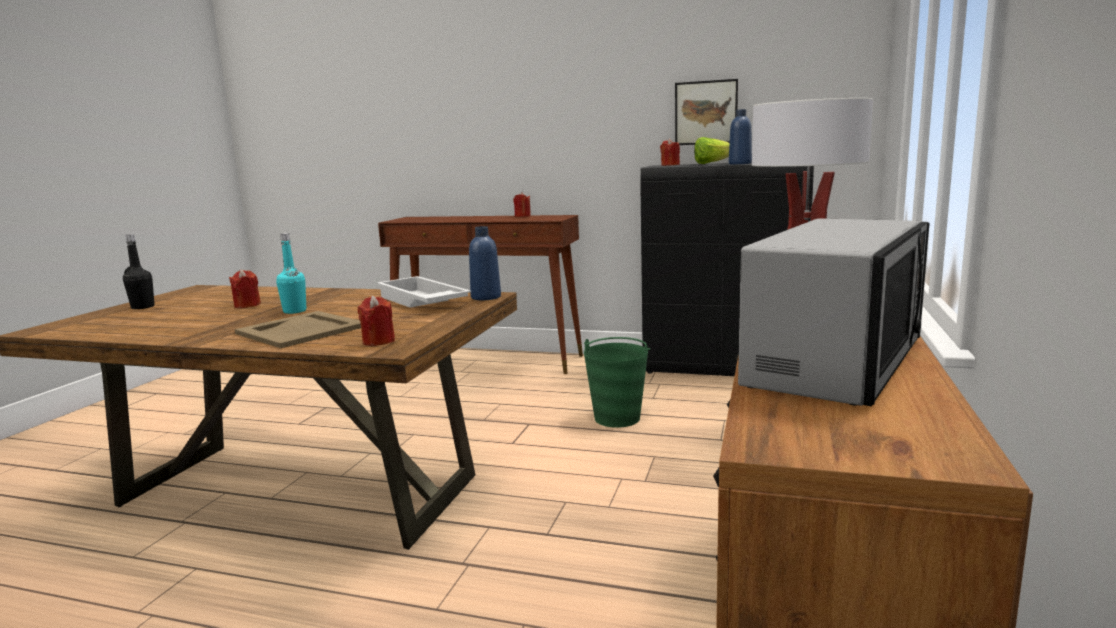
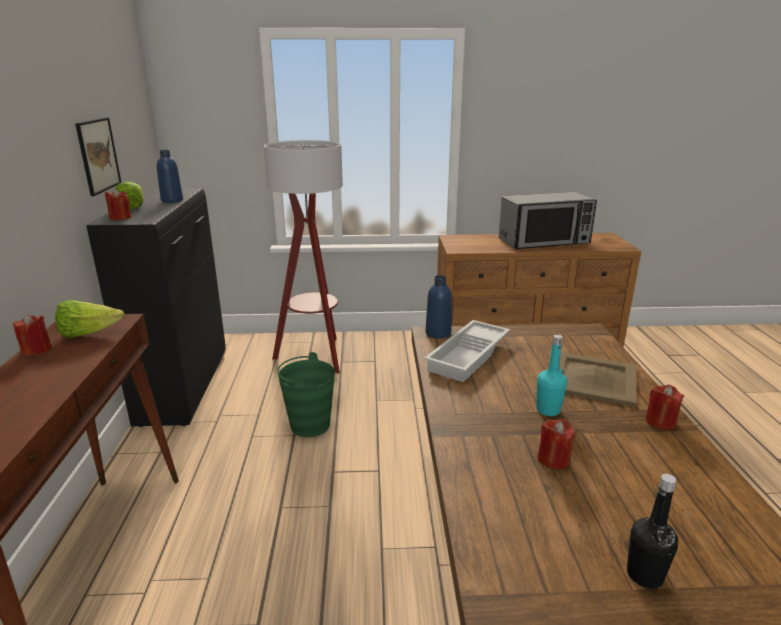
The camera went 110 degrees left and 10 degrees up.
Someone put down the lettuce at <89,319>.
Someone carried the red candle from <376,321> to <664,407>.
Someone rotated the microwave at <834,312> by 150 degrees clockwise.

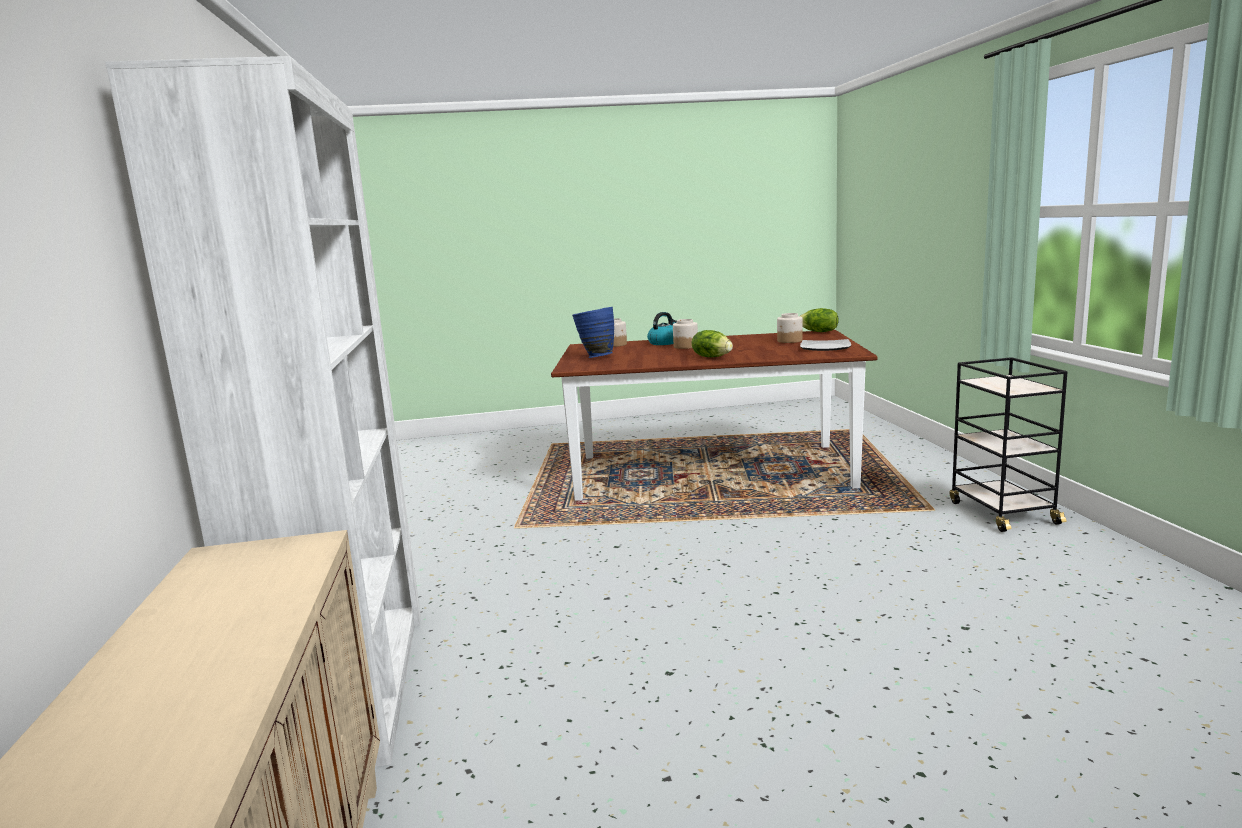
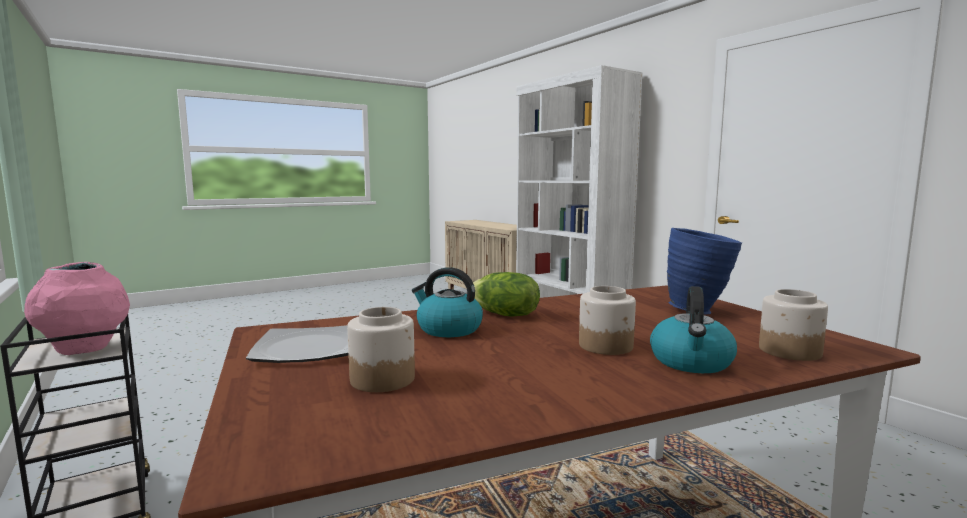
The camera went 155 degrees right and 5 degrees down.
Someone took away the lettuce at <819,320>.
Someone put down the pink vase at <77,308>.
Someone put down the kettle at <447,302>.

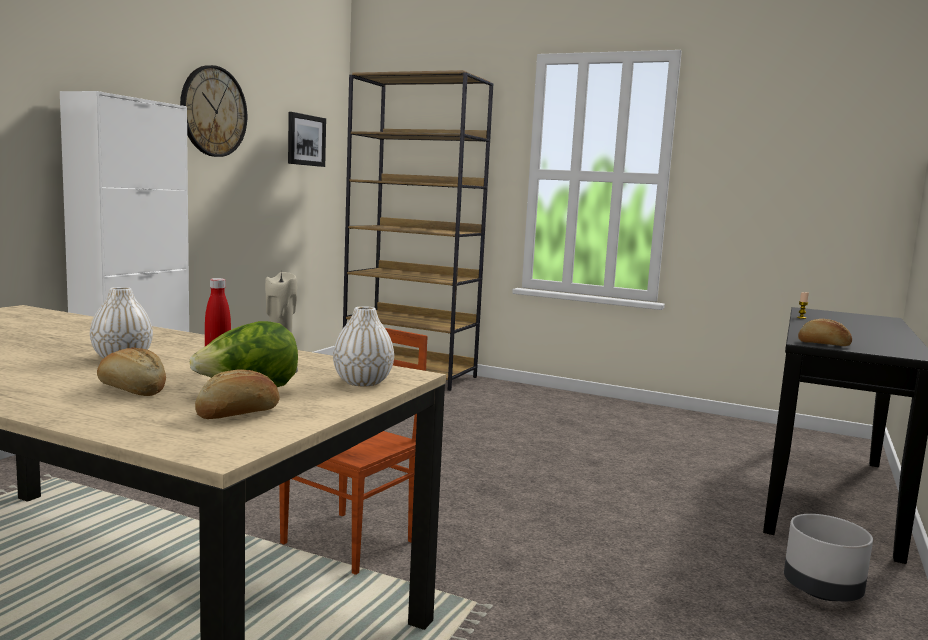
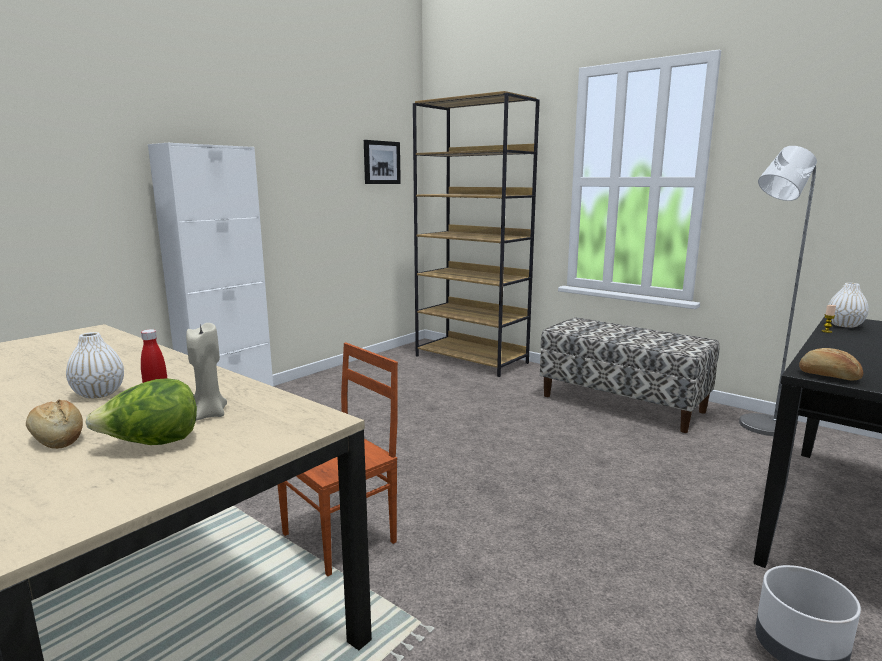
The camera went 15 degrees right and 5 degrees up.
Someone took away the wall clock at <213,111>.
Someone took away the bread at <237,394>.
Someone put down the bench at <629,375>.
Someone put down the grey floor lamp at <778,291>.
Someone carried the white vase from <363,346> to <848,305>.

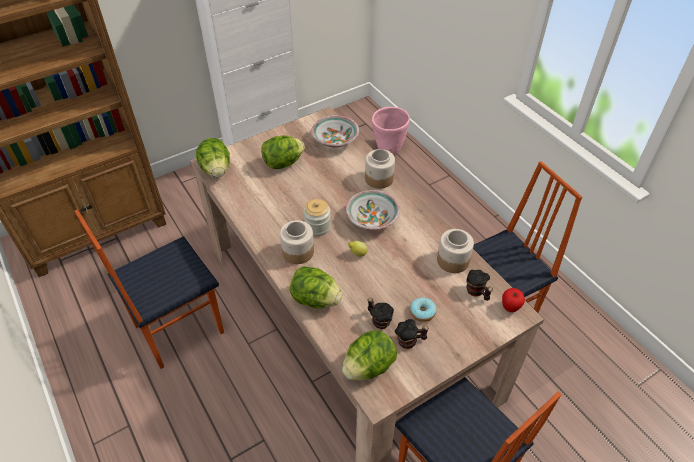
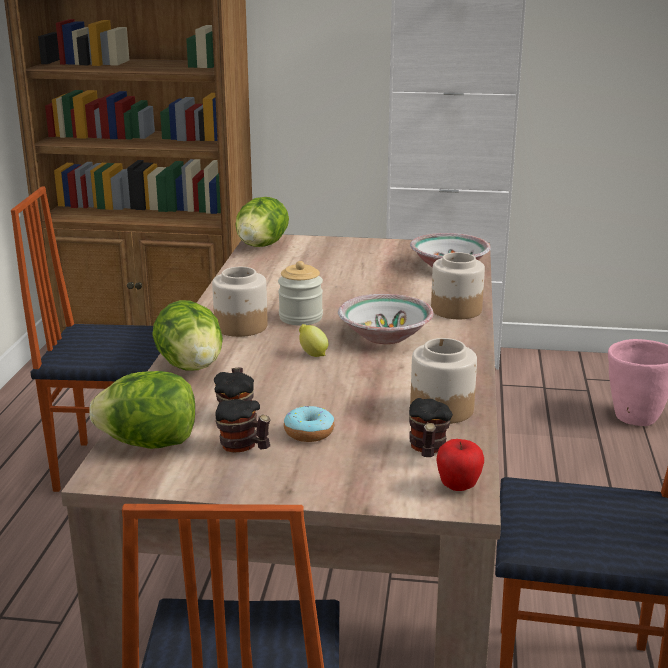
The camera went 40 degrees right and 25 degrees down.
Someone took away the lettuce at <283,152>.

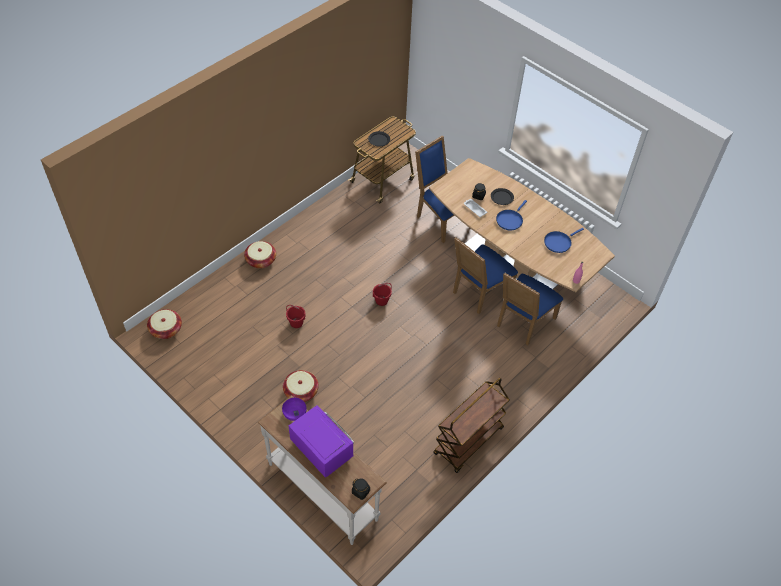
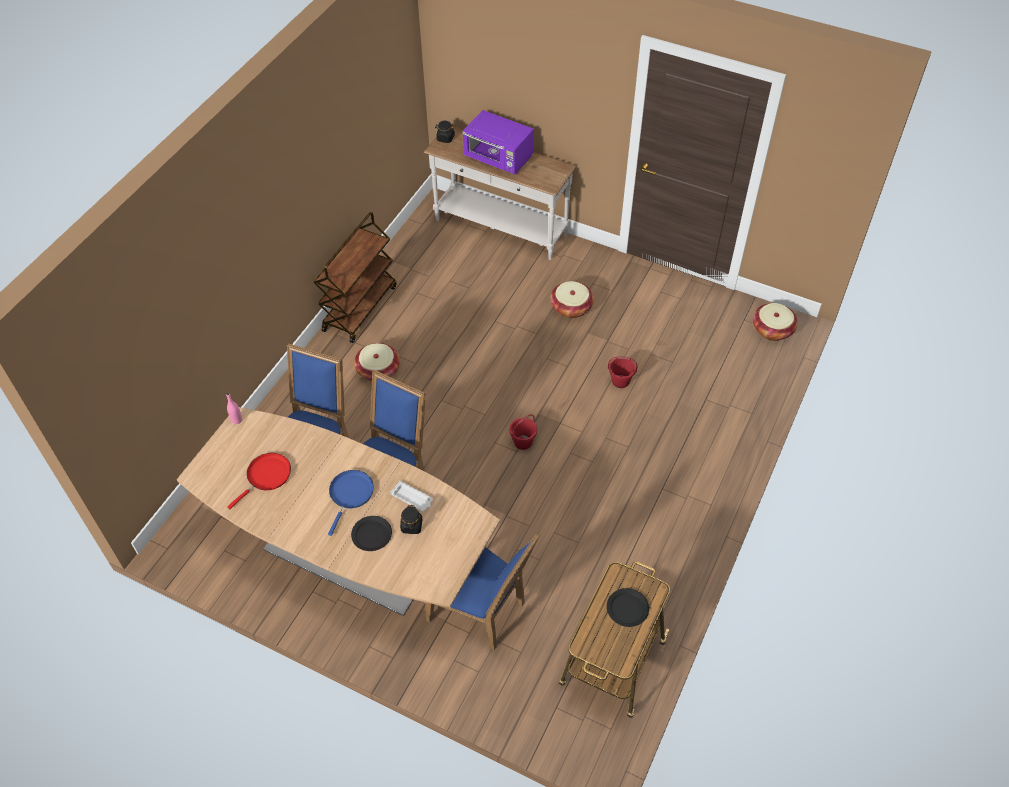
The camera went 165 degrees right and 0 degrees up.
Someone took away the purple bowl at <294,409>.
Someone carried the basket from <260,255> to <377,362>.
Someone repainted the blue frying pan at <564,240>, which became the red frying pan at <259,481>.

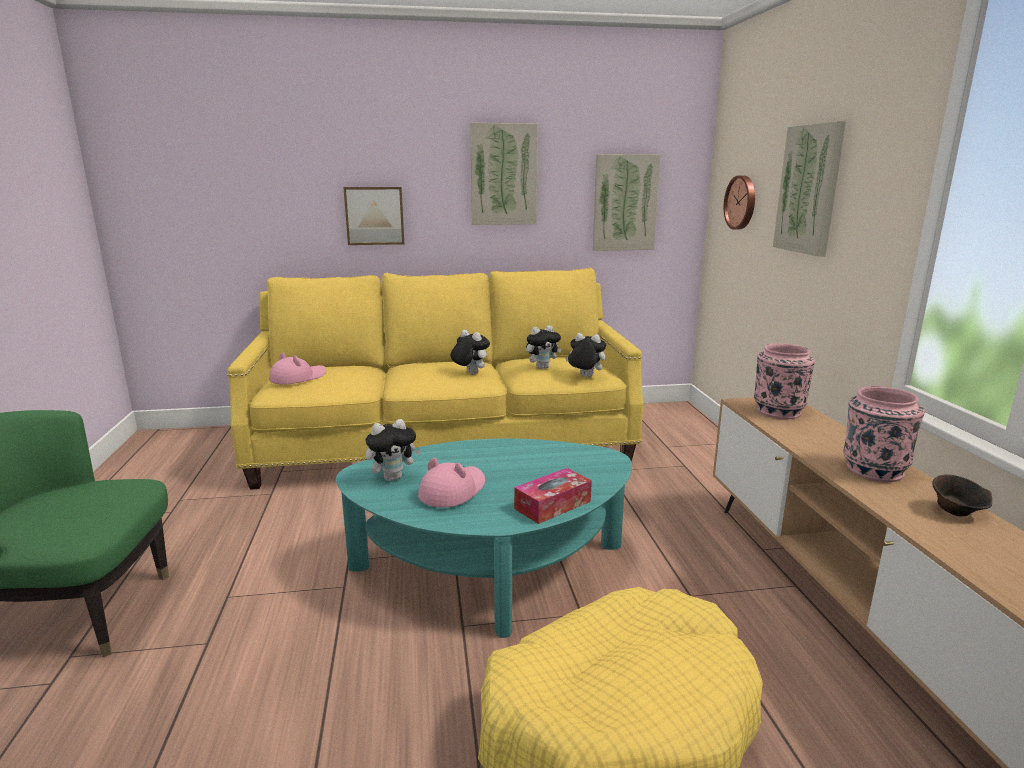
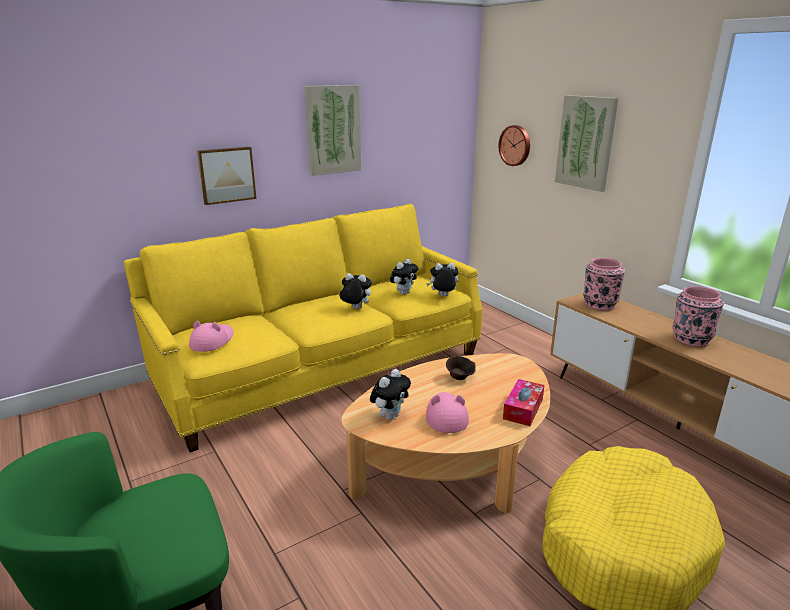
The camera went 25 degrees left and 5 degrees up.
Someone took away the picture at <627,202>.
Someone carried the brown bowl from <962,495> to <461,368>.
Someone repainted the turquoise coffee table at <484,538>, which became the beige coffee table at <445,433>.

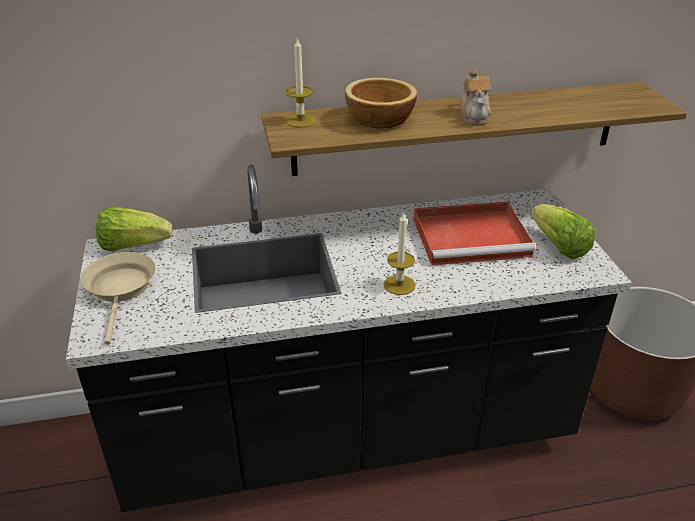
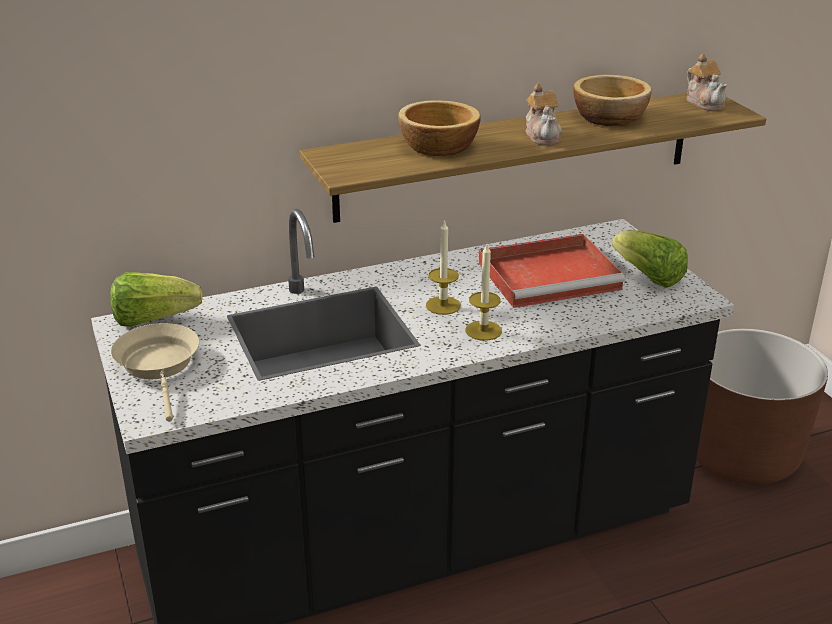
The camera went 10 degrees left and 5 degrees down.
Someone put down the bowl at <612,100>.
Someone put down the teapot at <706,82>.
Someone carried the candle from <300,82> to <443,267>.

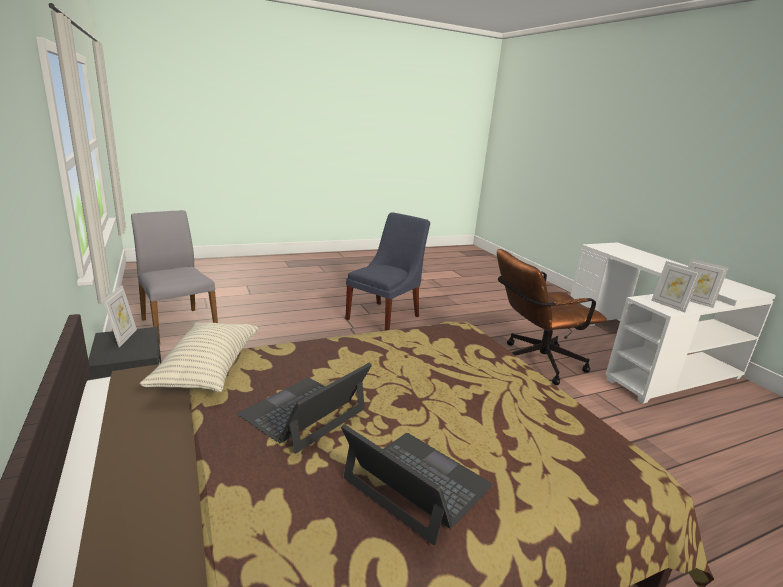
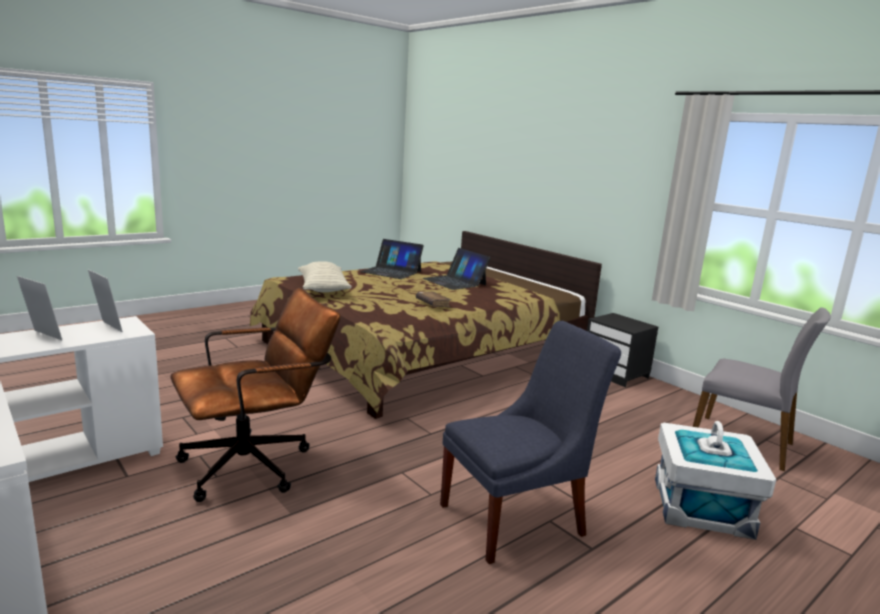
The camera went 165 degrees right and 5 degrees down.
Someone took away the picture frame at <120,316>.
Someone put down the brown book at <434,299>.
Someone put down the white storage box at <715,480>.
Someone carried the pillow from <199,357> to <325,276>.
Someone rotated the laptop at <304,408> by 120 degrees clockwise.
Someone rotated the blue chair at <387,271> by 135 degrees counterclockwise.

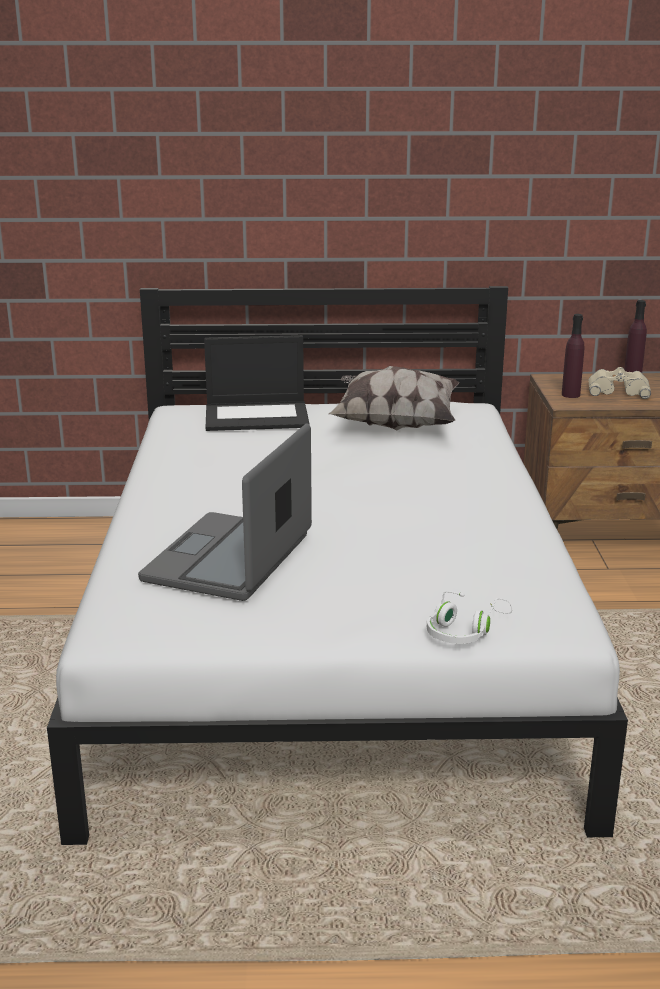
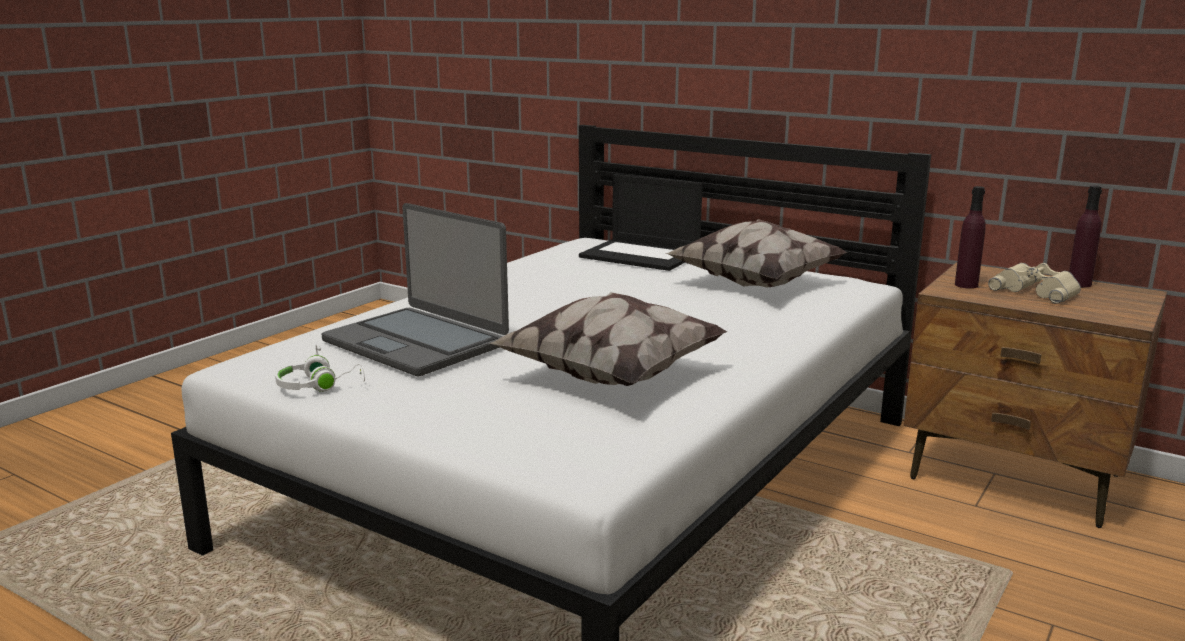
The camera went 35 degrees right and 5 degrees down.
Someone put down the pillow at <608,339>.
Someone carried the white headphones from <469,617> to <320,368>.
Someone rotated the laptop at <225,512> by 105 degrees counterclockwise.

